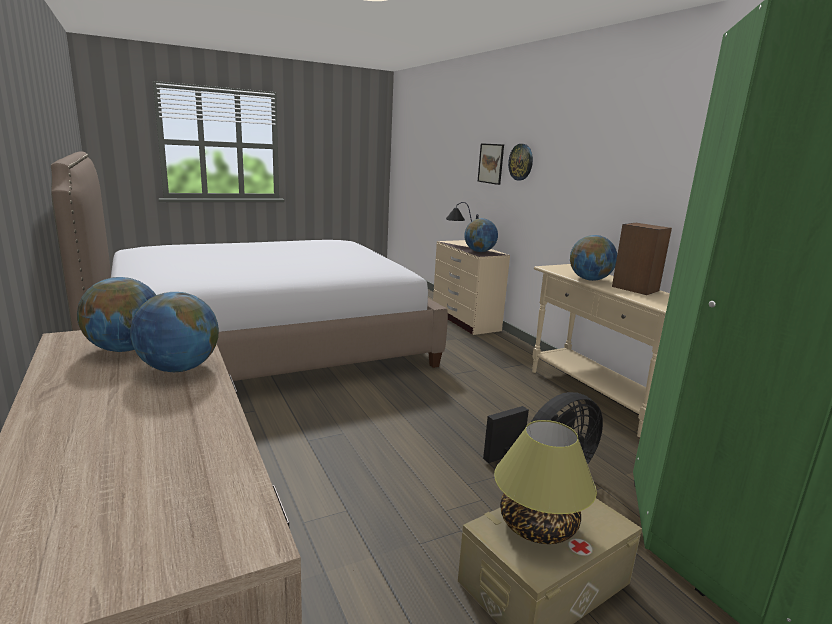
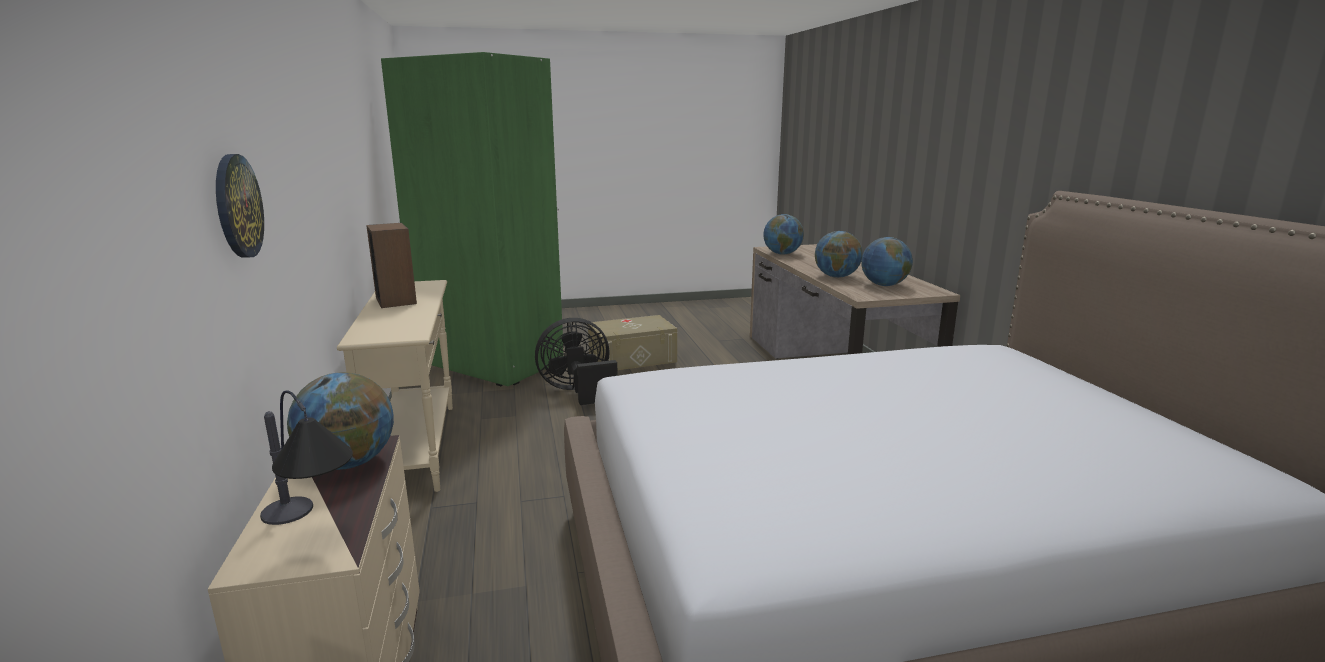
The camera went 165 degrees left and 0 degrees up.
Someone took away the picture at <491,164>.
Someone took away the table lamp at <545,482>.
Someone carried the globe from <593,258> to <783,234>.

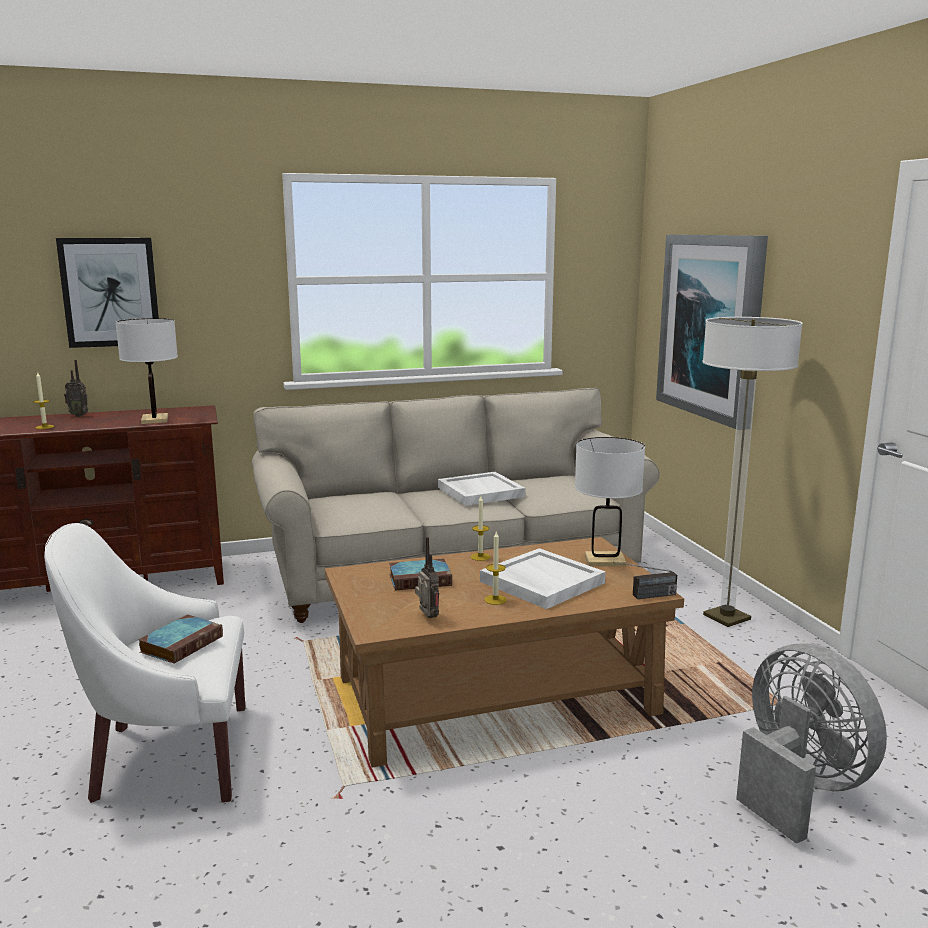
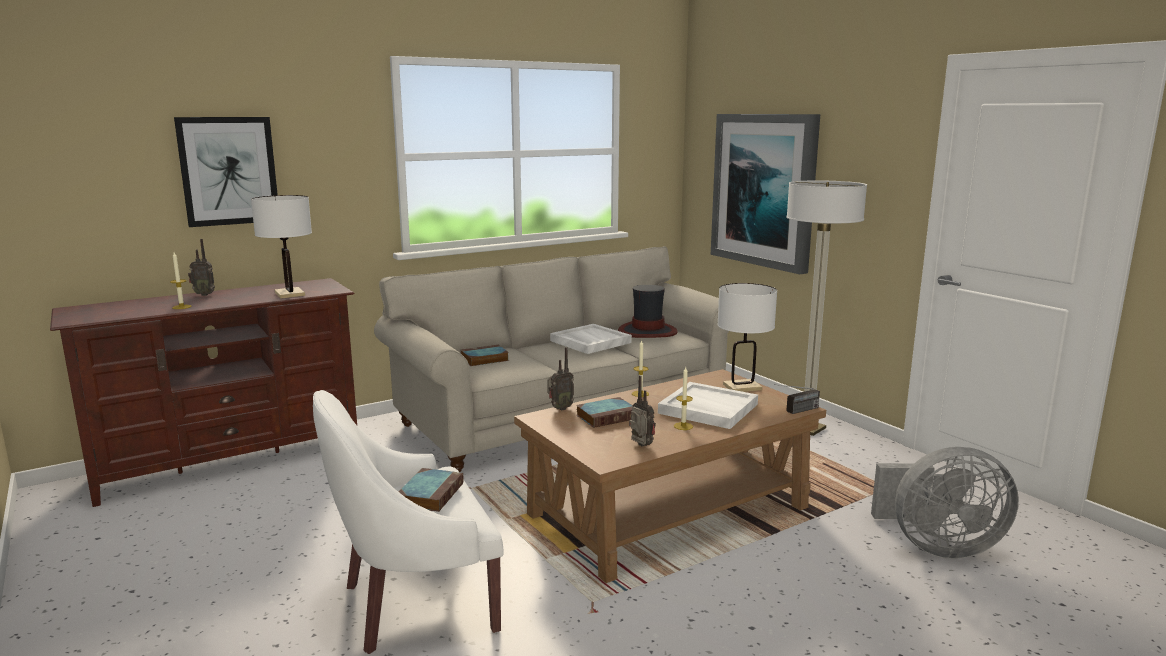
The camera went 15 degrees left and 0 degrees up.
Someone put down the book at <484,355>.
Someone put down the radio at <560,379>.
Someone put down the hat at <648,311>.
Someone rotated the grey fan at <811,744> by 135 degrees clockwise.

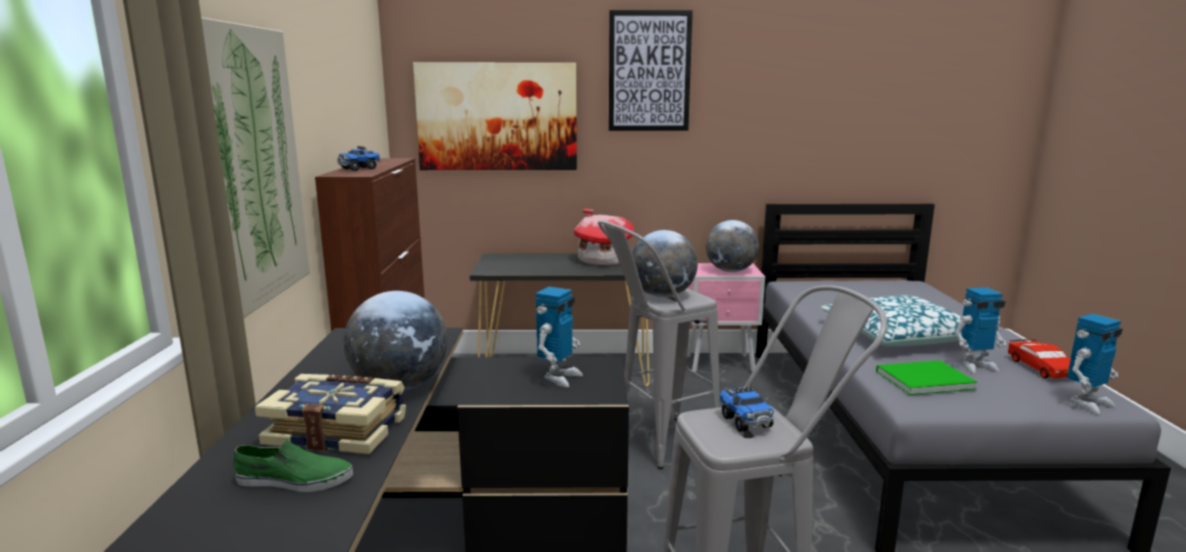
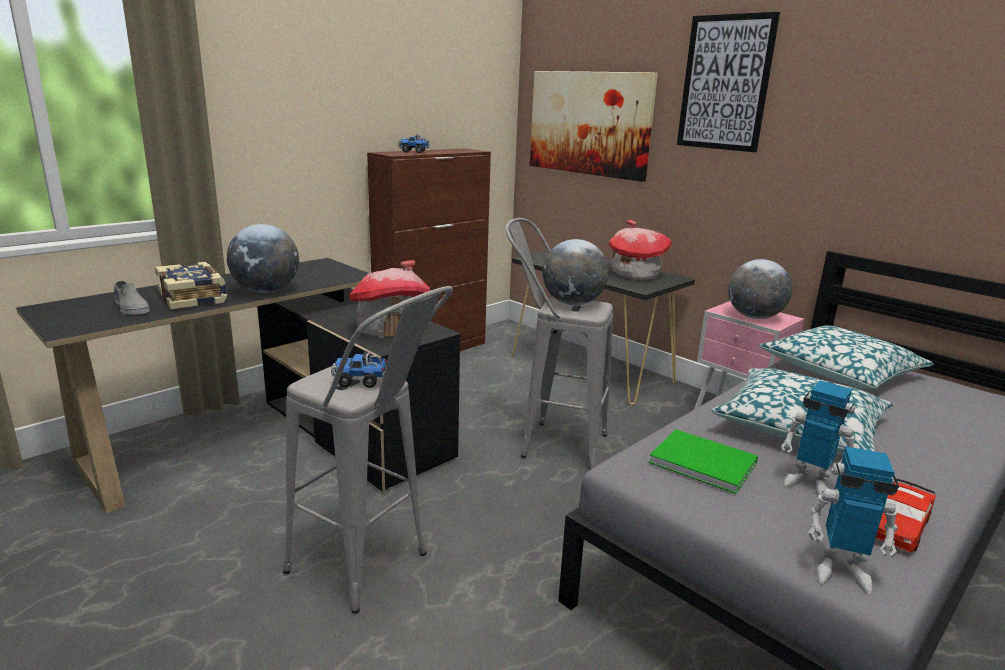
The camera went 45 degrees right and 5 degrees up.
Someone took away the picture at <255,167>.
Someone put down the pillow at <846,357>.
Someone swapped the toy robot at <559,337> for the toy house at <389,299>.
Someone repainted the green shoe at <293,465>, which became the grey shoe at <132,298>.
Someone rotated the toy truck at <746,409> by 60 degrees clockwise.

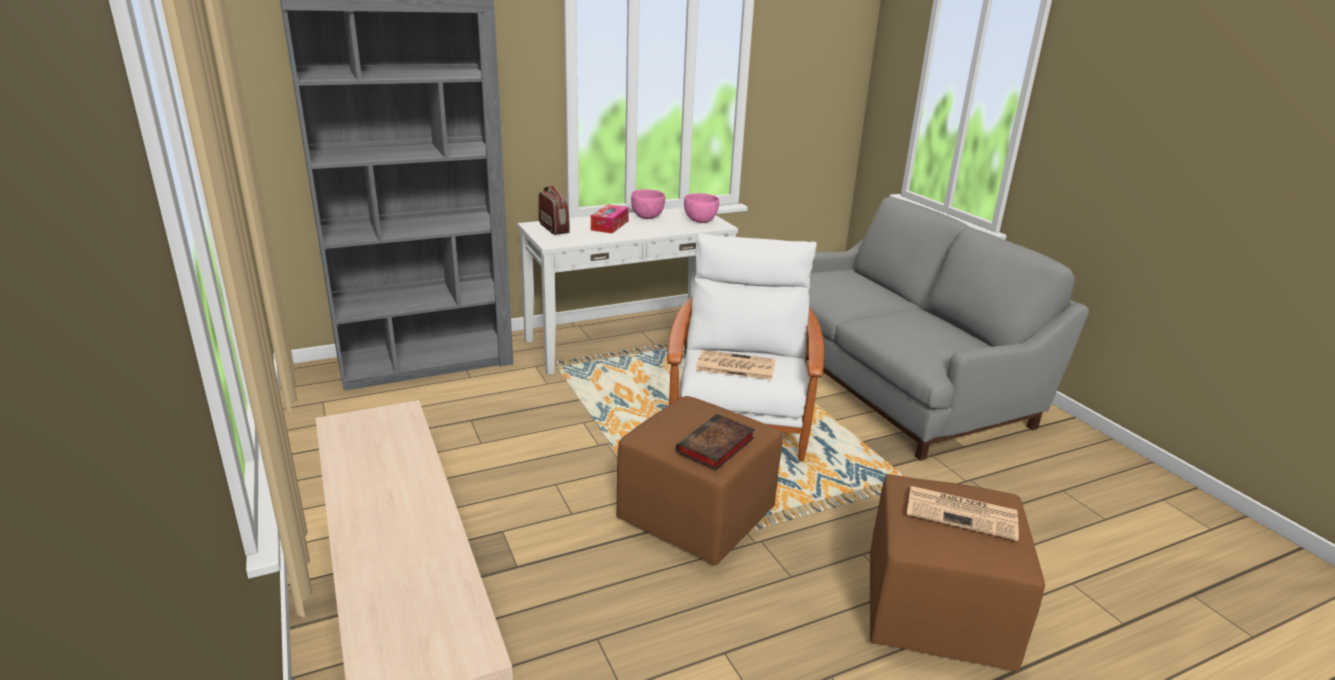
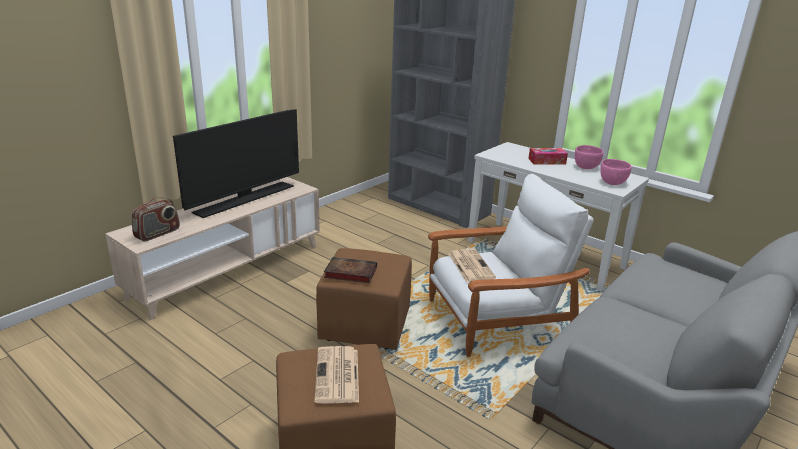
The camera went 65 degrees right and 0 degrees up.
Someone put down the television at <236,163>.
Someone carried the radio from <554,210> to <156,219>.

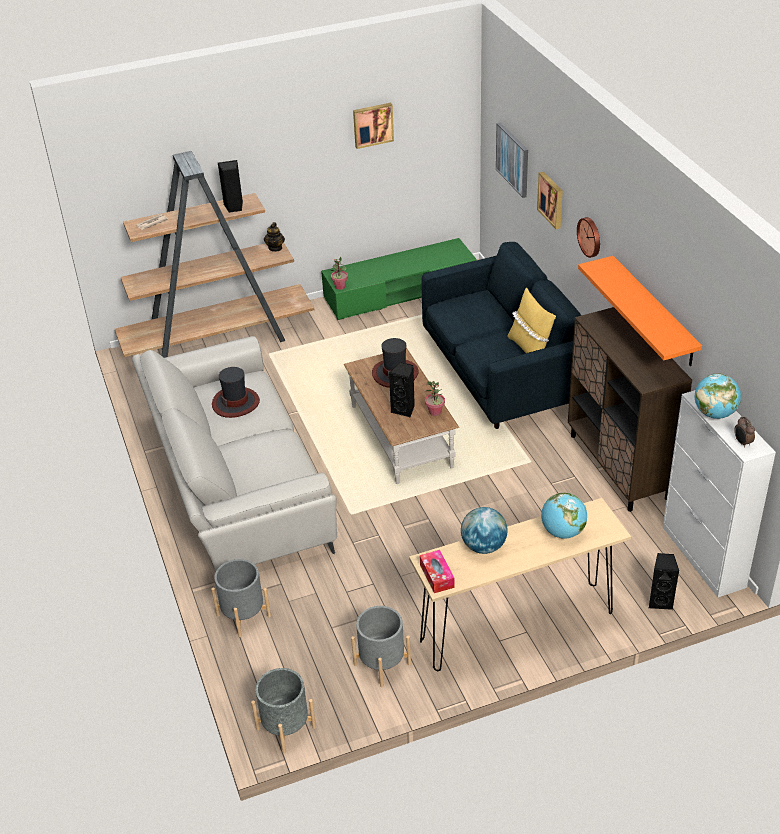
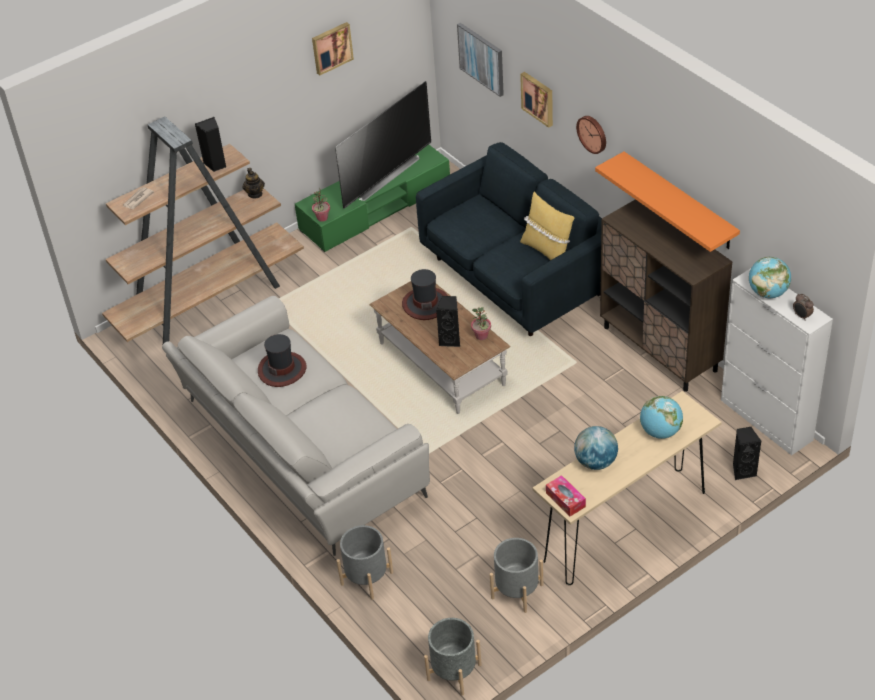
The camera went 15 degrees left and 5 degrees up.
Someone put down the television at <383,145>.

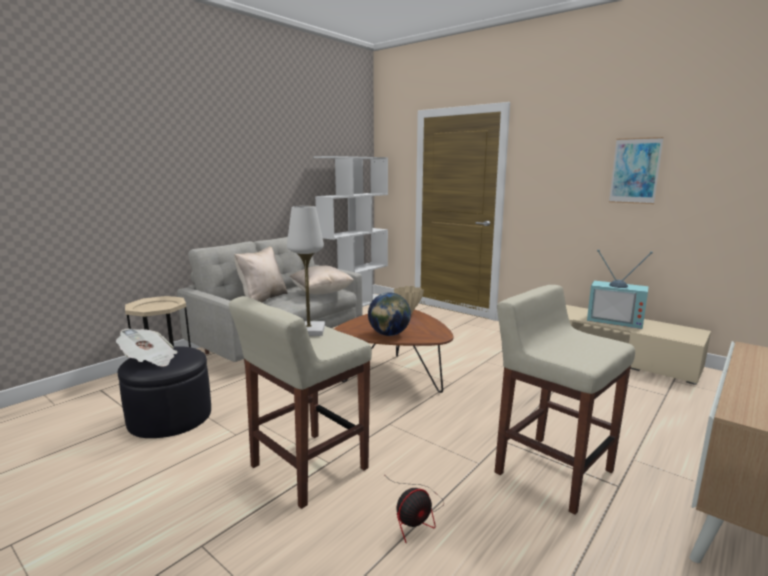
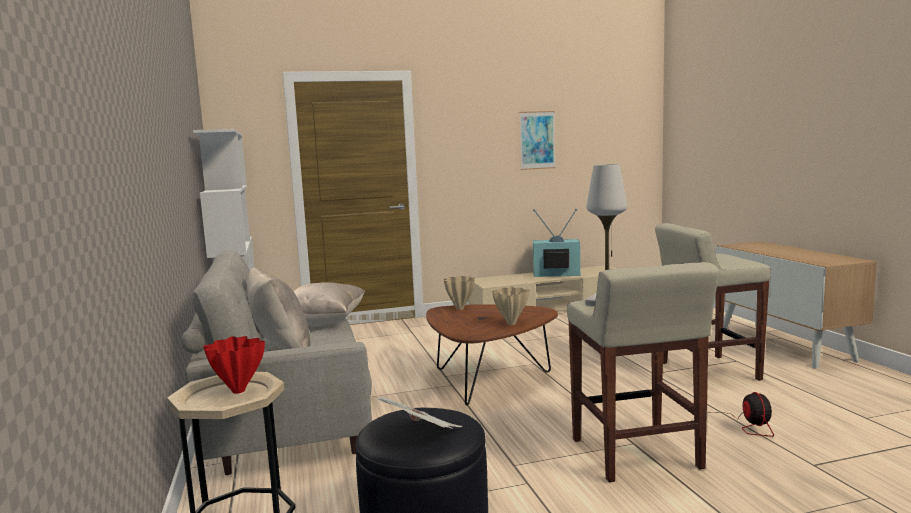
The camera went 55 degrees left and 5 degrees down.
Someone put down the red vase at <234,365>.
Someone swapped the globe at <389,314> for the beige vase at <510,306>.
Someone rotated the television at <620,289> by 150 degrees counterclockwise.

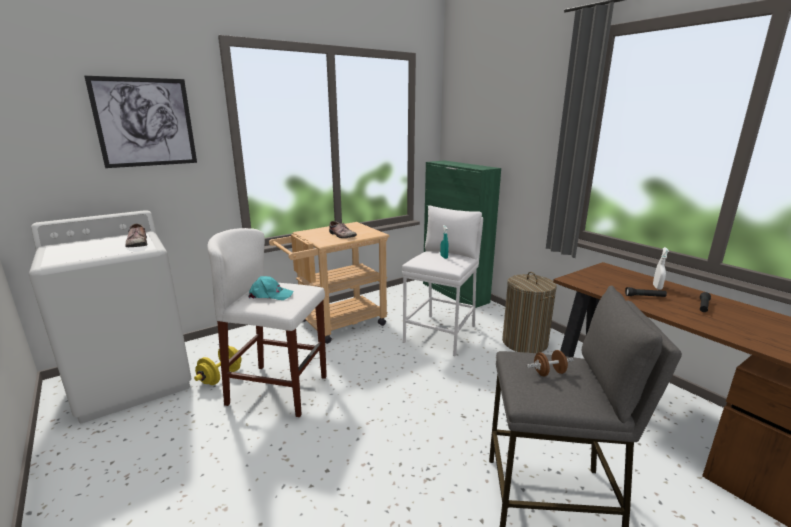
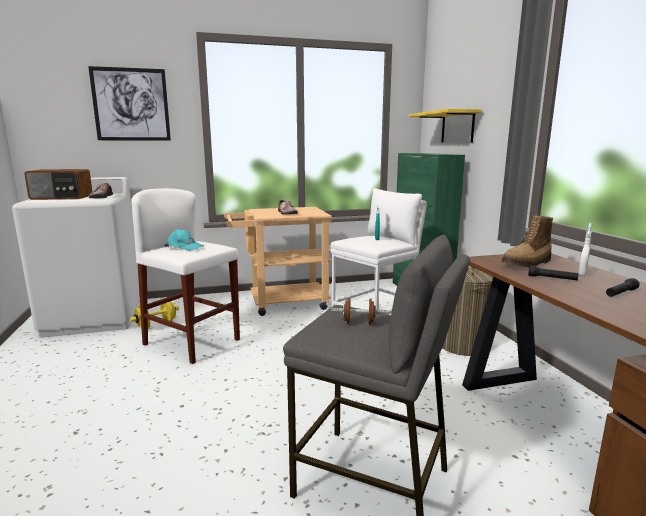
The camera went 20 degrees right and 5 degrees down.
Someone put down the radio at <58,184>.
Someone put up the yellow shelf at <445,126>.
Someone put down the boot at <527,241>.

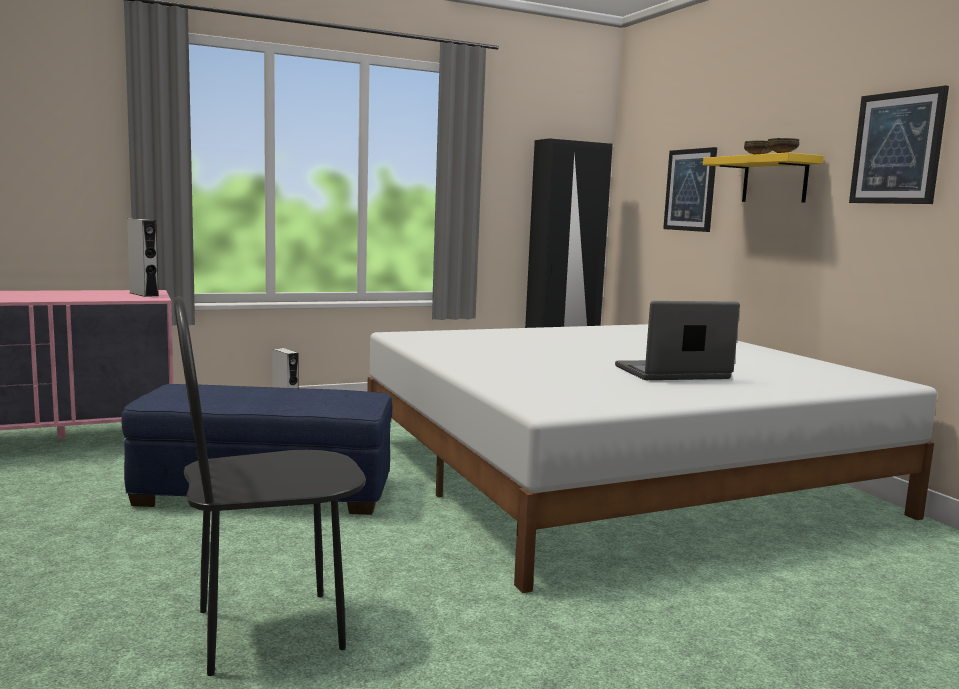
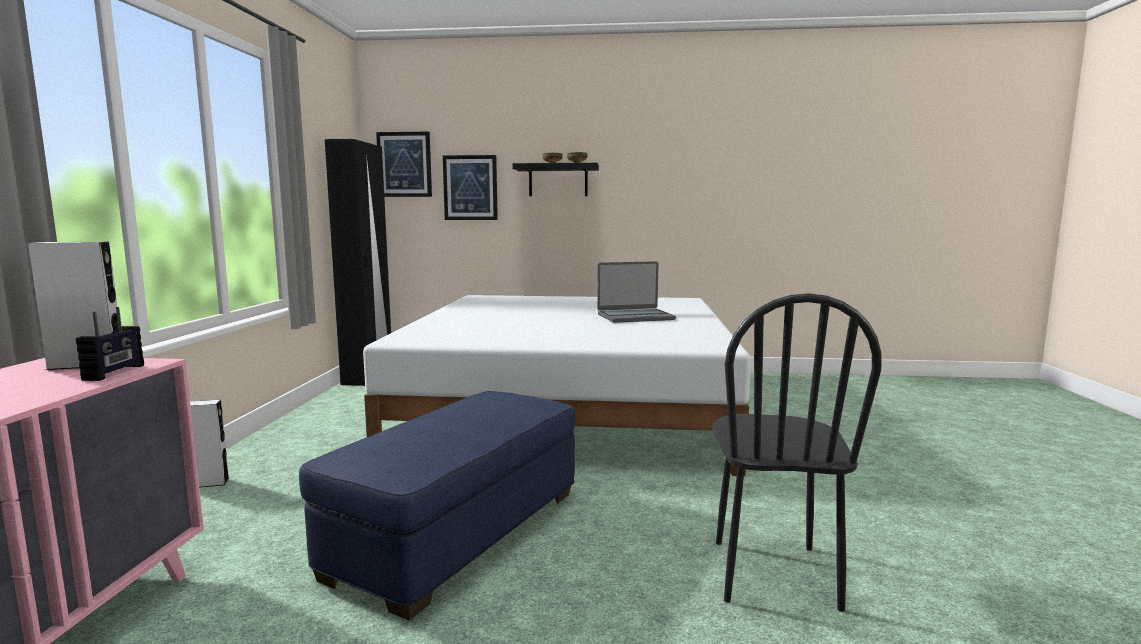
The camera went 60 degrees left and 0 degrees up.
Someone put down the radio at <110,344>.
Someone carried the picture from <899,144> to <404,164>.
Someone repainted the yellow shelf at <763,177>, which became the black shelf at <555,179>.
Someone rotated the laptop at <677,340> by 120 degrees counterclockwise.

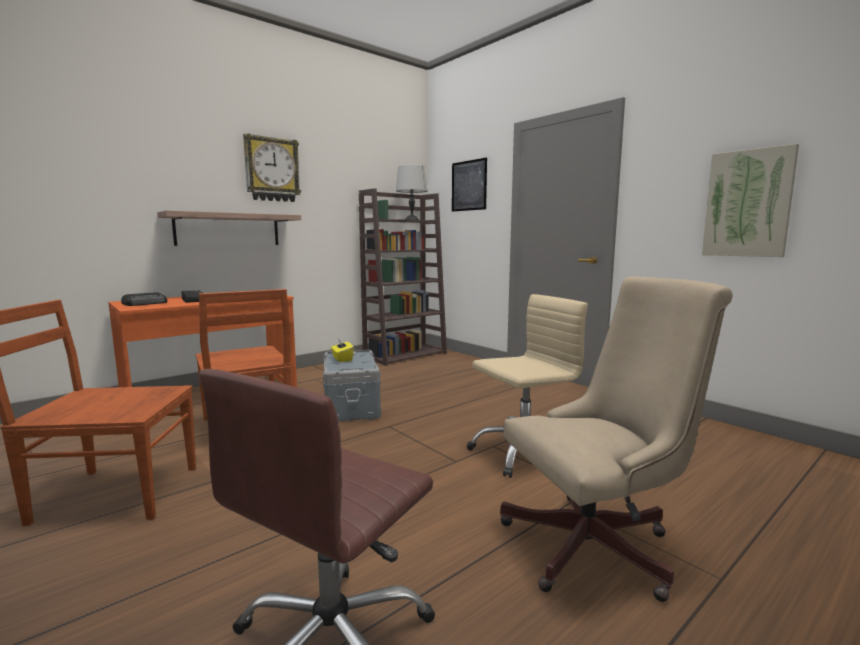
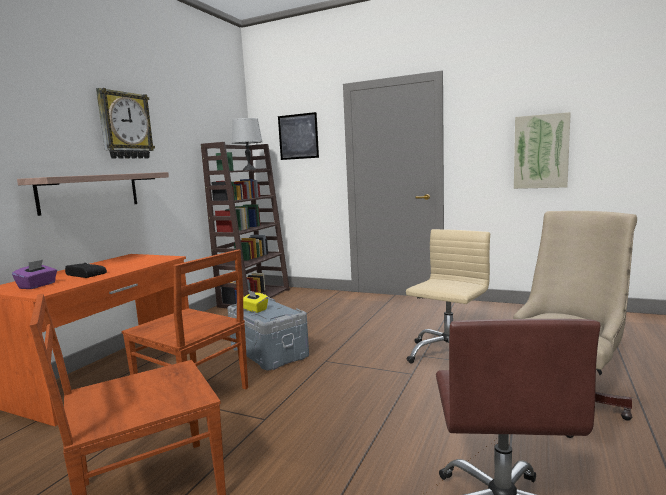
The camera went 25 degrees left and 0 degrees up.
Someone swapped the radio at <144,299> for the purple tissue box at <34,274>.

